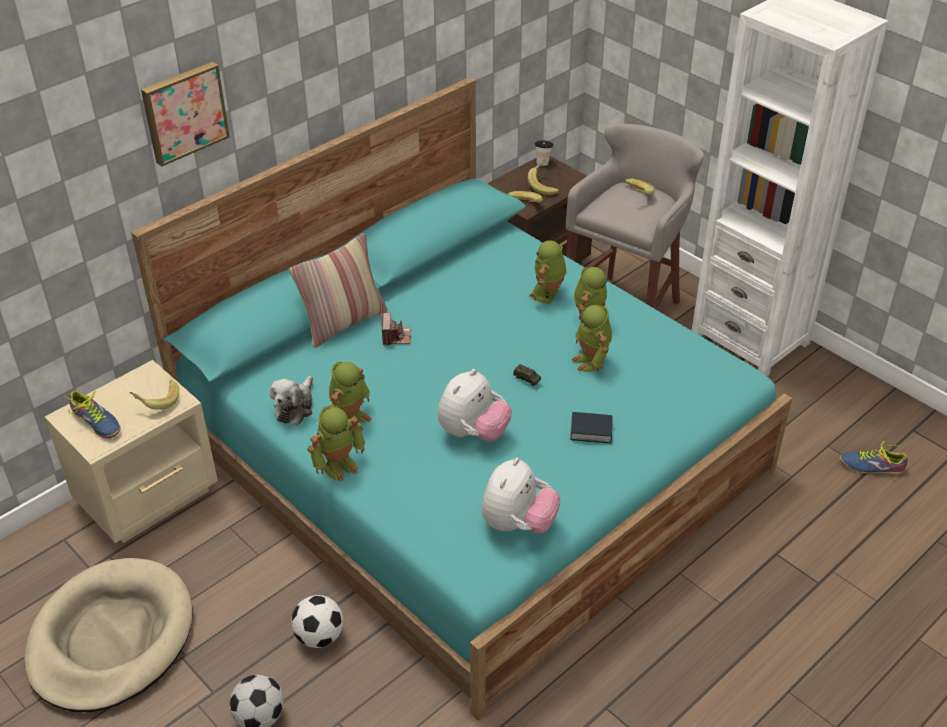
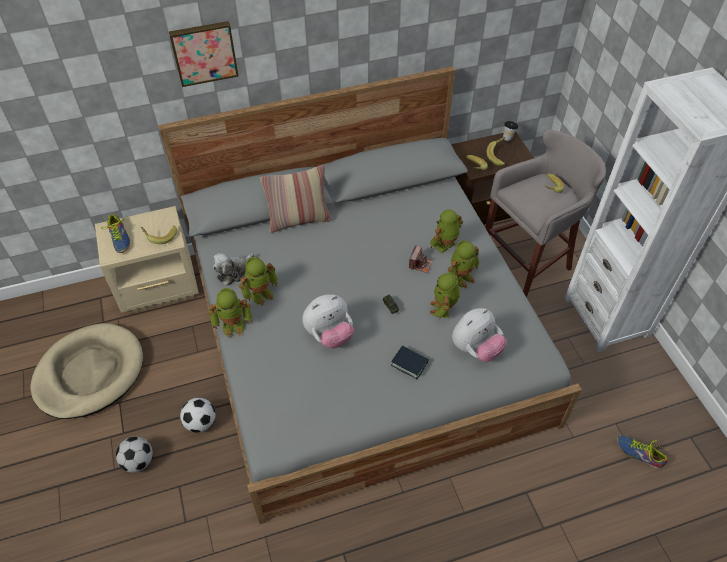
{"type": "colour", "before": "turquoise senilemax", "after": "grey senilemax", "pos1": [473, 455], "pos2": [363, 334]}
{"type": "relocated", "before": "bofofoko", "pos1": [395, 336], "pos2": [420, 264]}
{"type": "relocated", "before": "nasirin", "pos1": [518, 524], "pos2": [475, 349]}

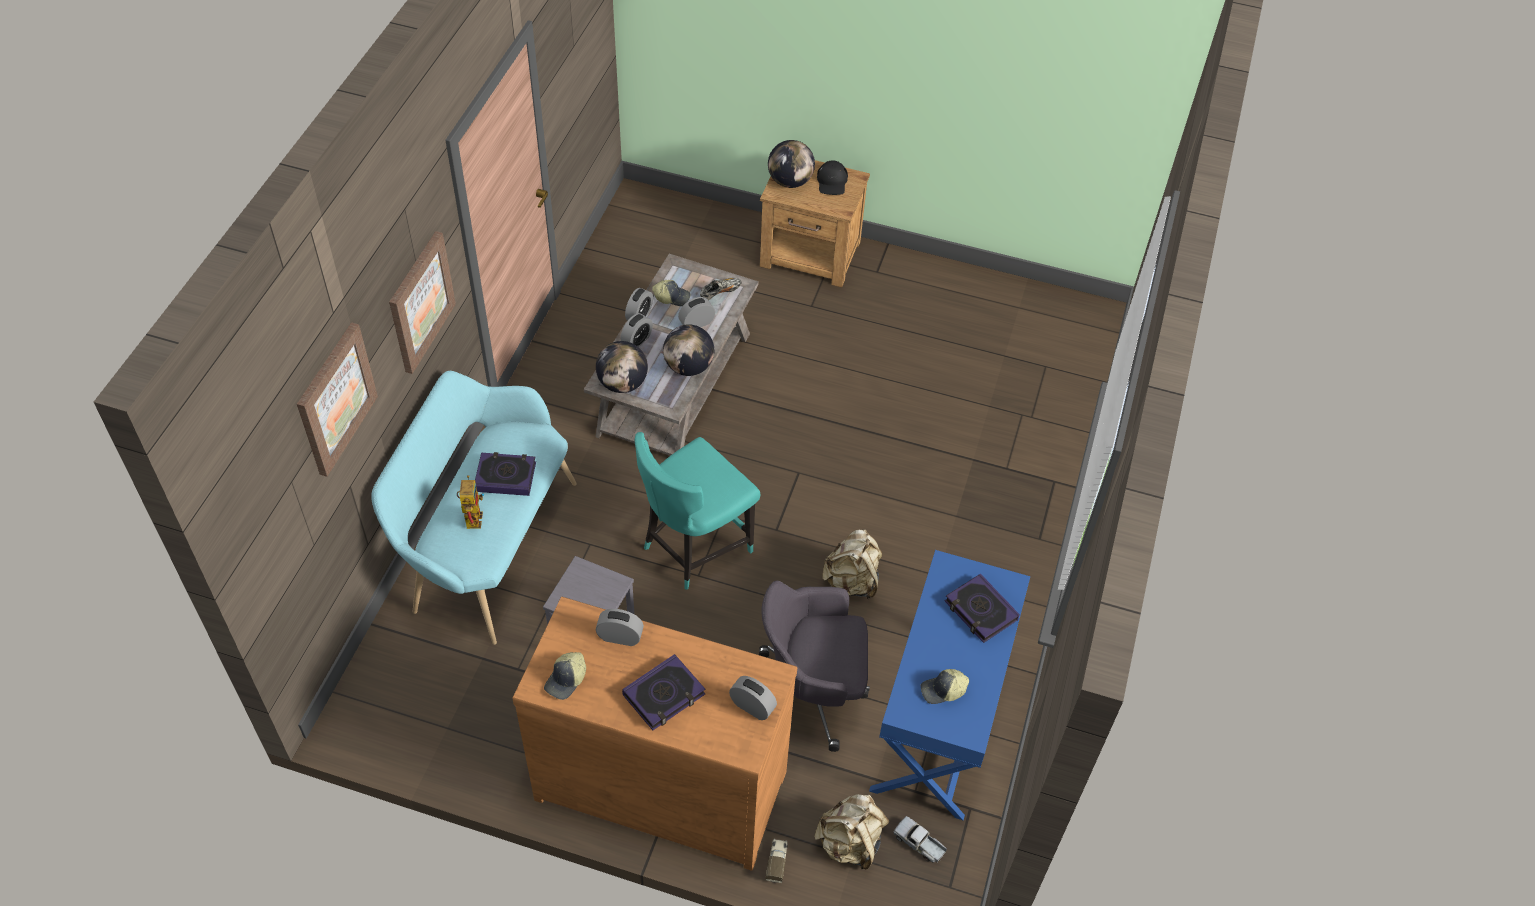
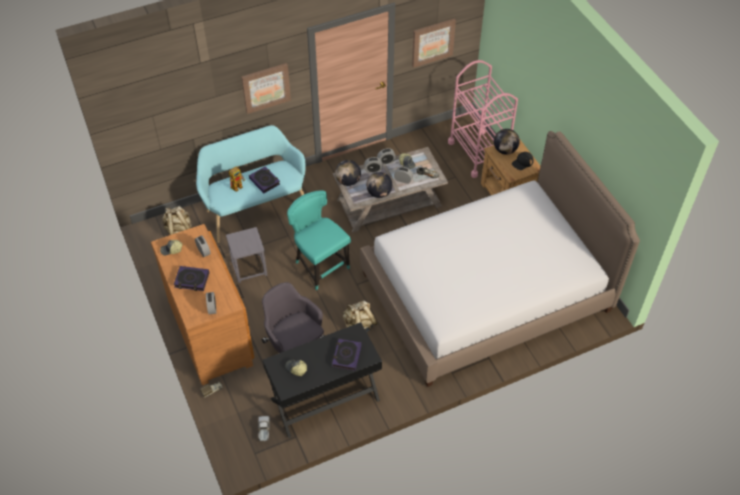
{"type": "relocated", "before": "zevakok", "pos1": [335, 399], "pos2": [432, 42]}
{"type": "spun", "before": "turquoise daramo", "pos1": [693, 547], "pos2": [320, 266], "turn": 45}
{"type": "colour", "before": "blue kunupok", "after": "black kunupok", "pos1": [941, 722], "pos2": [325, 400]}
{"type": "relocated", "before": "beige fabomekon", "pos1": [850, 843], "pos2": [179, 230]}
{"type": "appeared", "after": "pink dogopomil", "pos2": [478, 153]}
{"type": "appeared", "after": "senilemax", "pos2": [486, 292]}

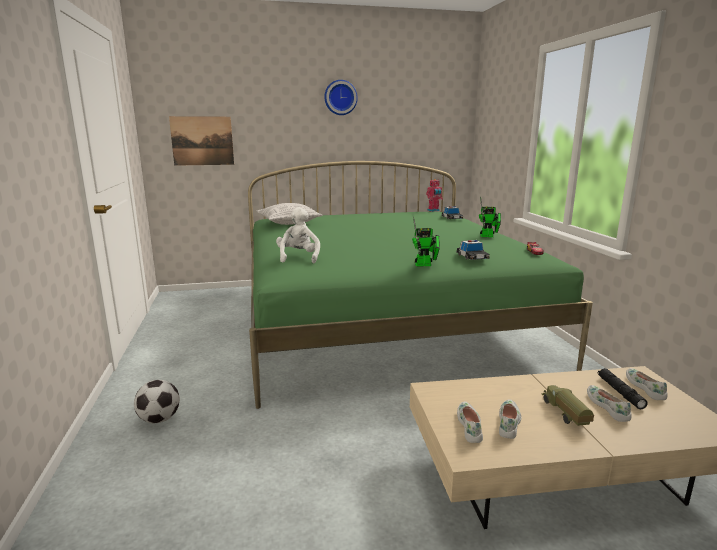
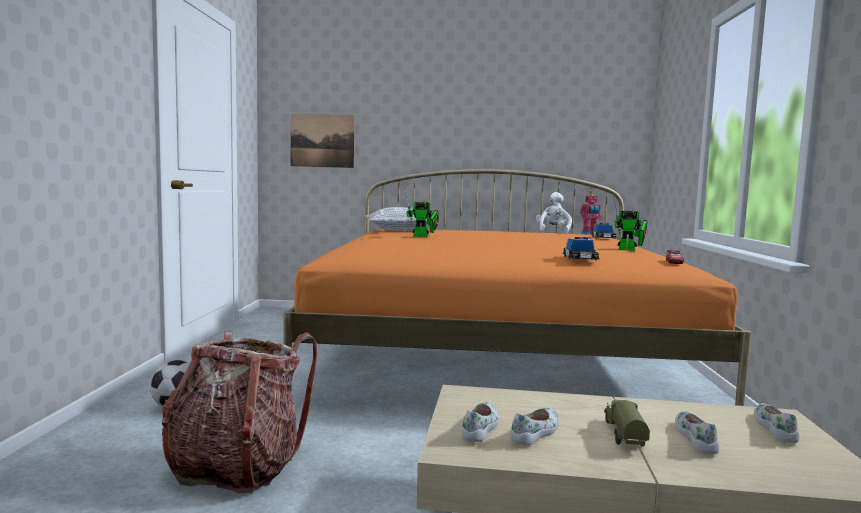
{"type": "missing", "before": "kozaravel", "pos1": [340, 97]}
{"type": "colour", "before": "green senilemax", "after": "orange senilemax", "pos1": [383, 320], "pos2": [495, 355]}
{"type": "relocated", "before": "white nasirin", "pos1": [298, 258], "pos2": [553, 231]}
{"type": "relocated", "before": "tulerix", "pos1": [425, 265], "pos2": [423, 236]}
{"type": "missing", "before": "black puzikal", "pos1": [620, 392]}
{"type": "appeared", "after": "fabomekon", "pos2": [237, 468]}

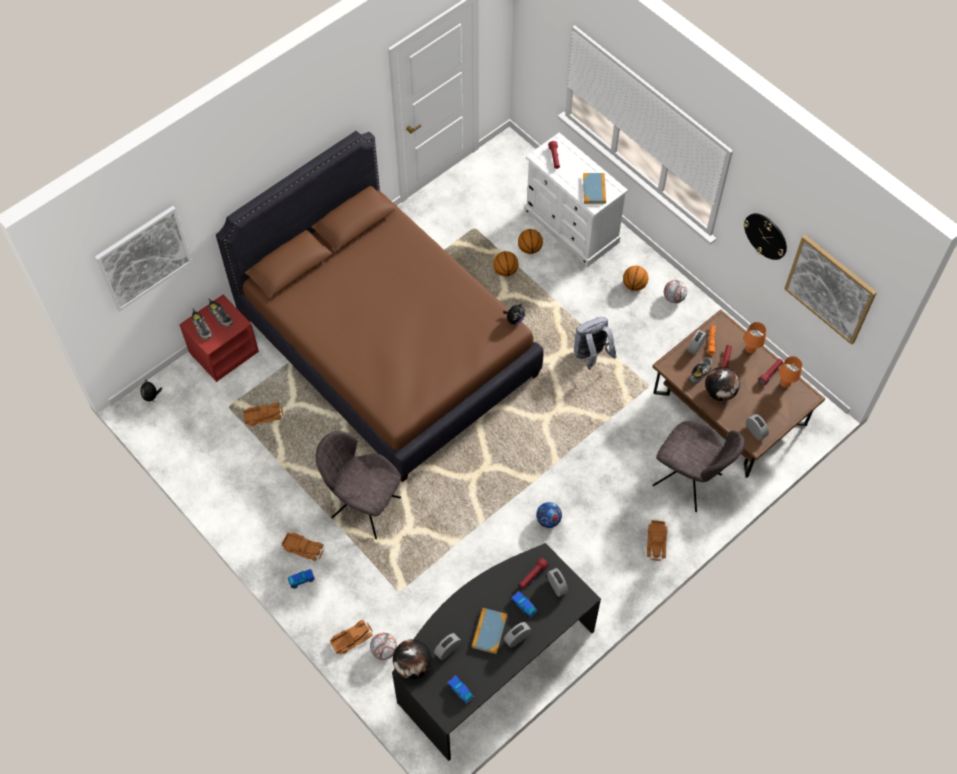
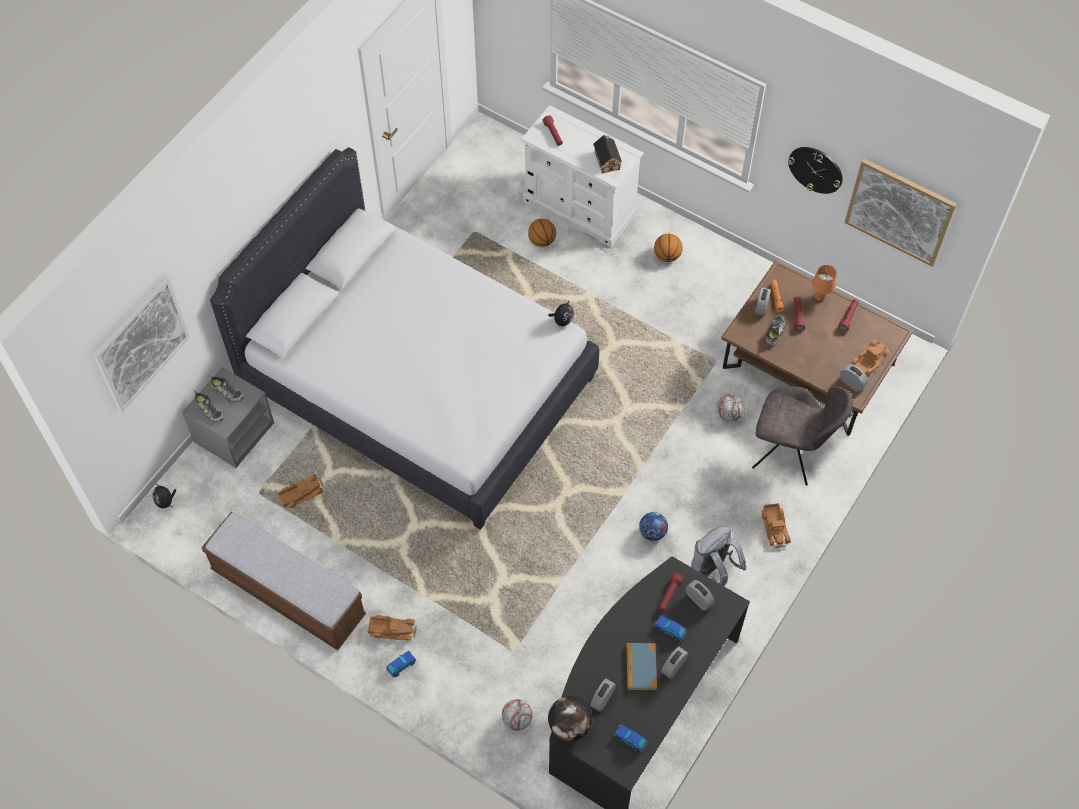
{"type": "colour", "before": "brown senilemax", "after": "white senilemax", "pos1": [388, 346], "pos2": [418, 383]}
{"type": "exchanged", "before": "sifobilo", "after": "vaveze", "pos1": [594, 189], "pos2": [607, 159]}
{"type": "missing", "before": "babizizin", "pos1": [505, 271]}
{"type": "relocated", "before": "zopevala", "pos1": [674, 297], "pos2": [729, 414]}
{"type": "colour", "before": "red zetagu", "after": "grey zetagu", "pos1": [224, 351], "pos2": [234, 432]}
{"type": "relocated", "before": "grey fabomekon", "pos1": [591, 355], "pos2": [713, 570]}
{"type": "missing", "before": "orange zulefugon", "pos1": [785, 383]}
{"type": "missing", "before": "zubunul", "pos1": [720, 392]}
{"type": "missing", "before": "grey daramo", "pos1": [363, 506]}
{"type": "relocated", "before": "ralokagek", "pos1": [351, 638], "pos2": [868, 360]}
{"type": "appeared", "after": "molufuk", "pos2": [288, 593]}

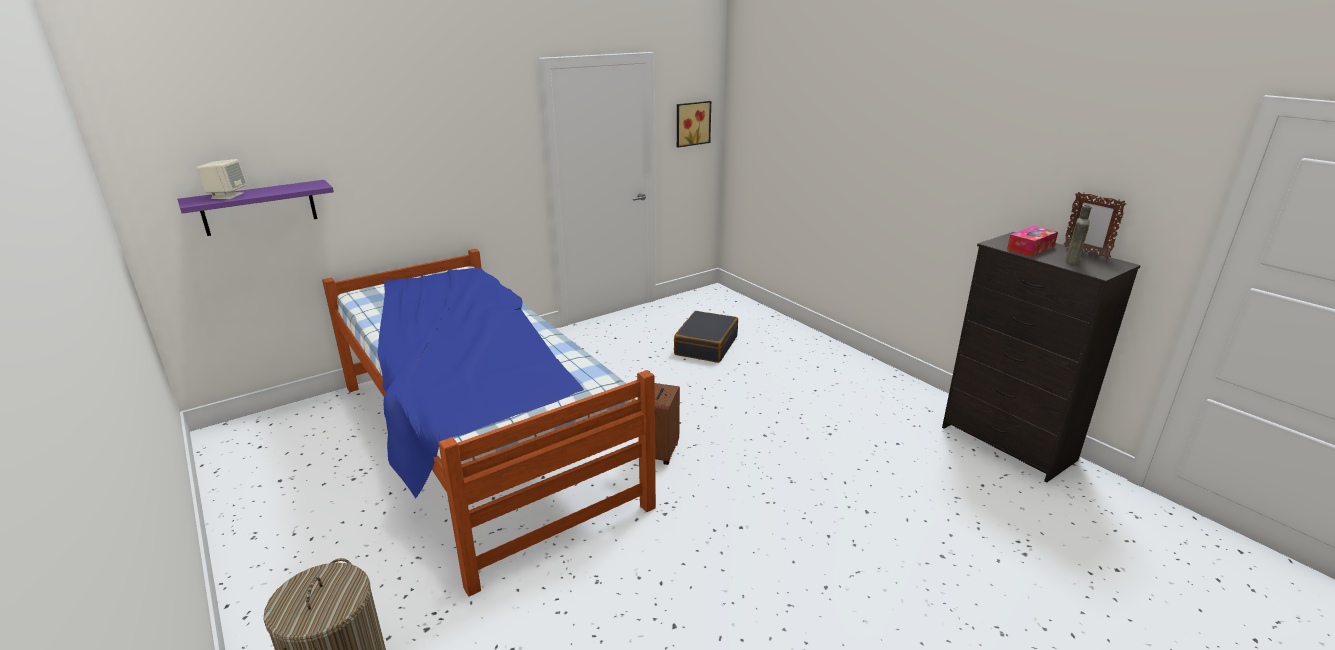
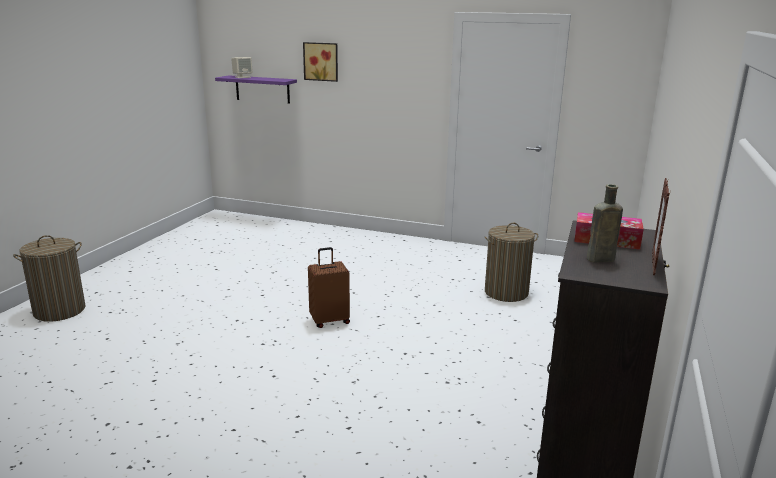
{"type": "relocated", "before": "zevakok", "pos1": [692, 123], "pos2": [321, 61]}
{"type": "missing", "before": "senilemax", "pos1": [479, 441]}
{"type": "exchanged", "before": "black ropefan", "after": "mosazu", "pos1": [705, 345], "pos2": [506, 292]}

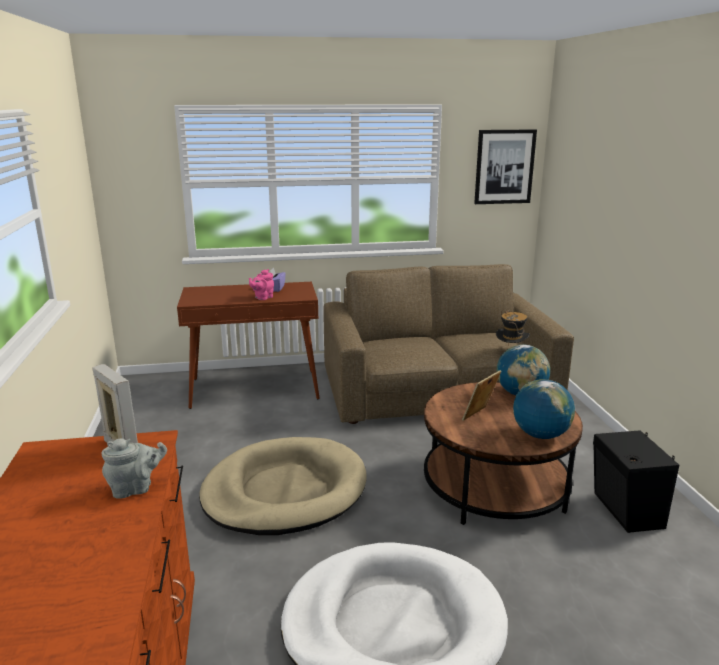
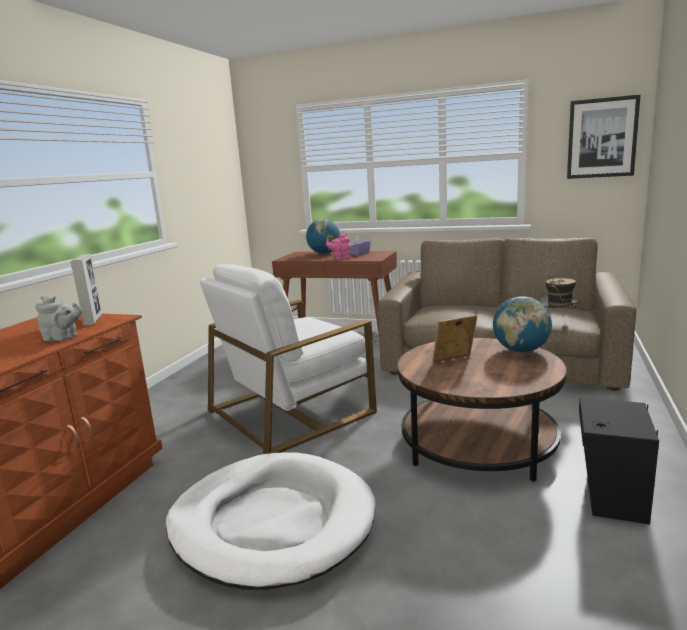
{"type": "relocated", "before": "zubunul", "pos1": [540, 435], "pos2": [324, 253]}
{"type": "exchanged", "before": "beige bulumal", "after": "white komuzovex", "pos1": [285, 491], "pos2": [291, 410]}

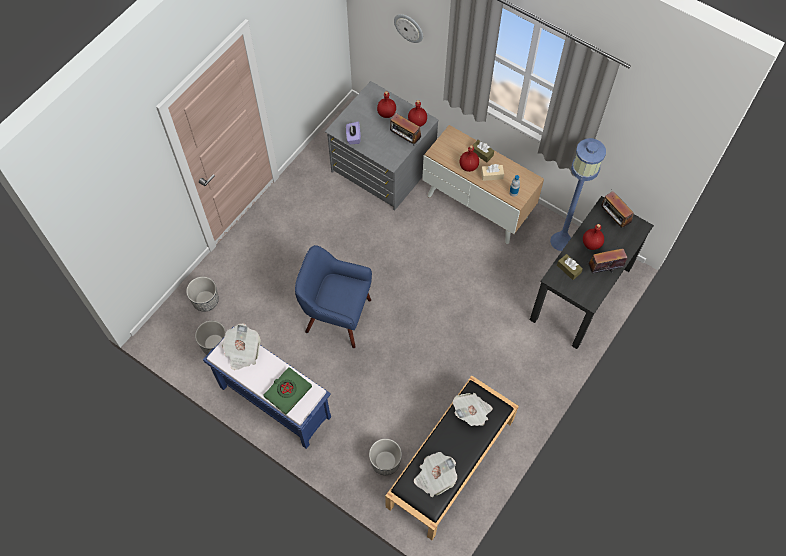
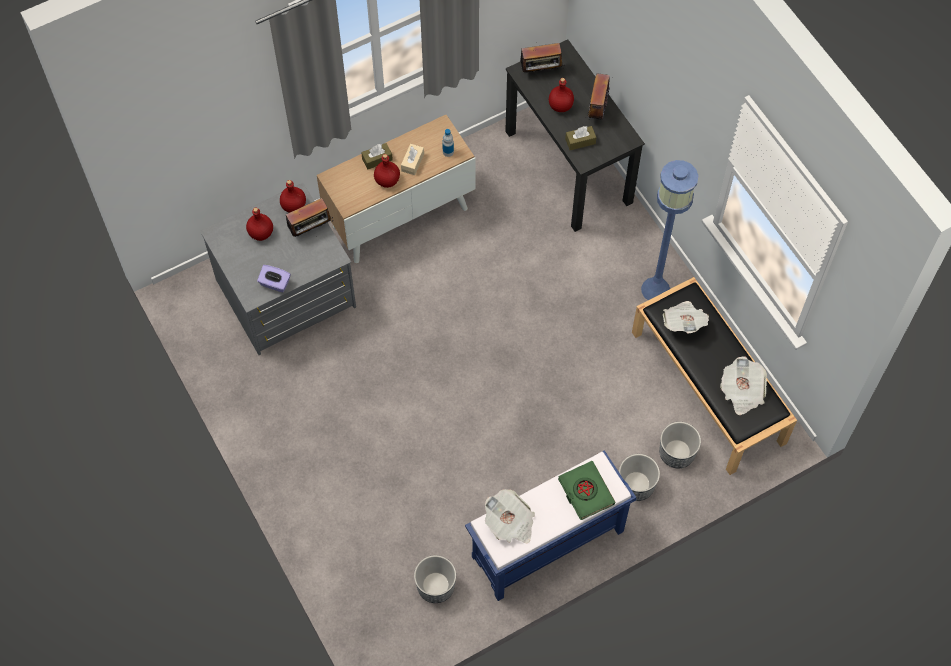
{"type": "missing", "before": "kozaravel", "pos1": [409, 27]}
{"type": "relocated", "before": "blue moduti", "pos1": [561, 241], "pos2": [655, 289]}
{"type": "missing", "before": "blue komuzovex", "pos1": [337, 316]}
{"type": "relocated", "before": "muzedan", "pos1": [205, 300], "pos2": [636, 485]}

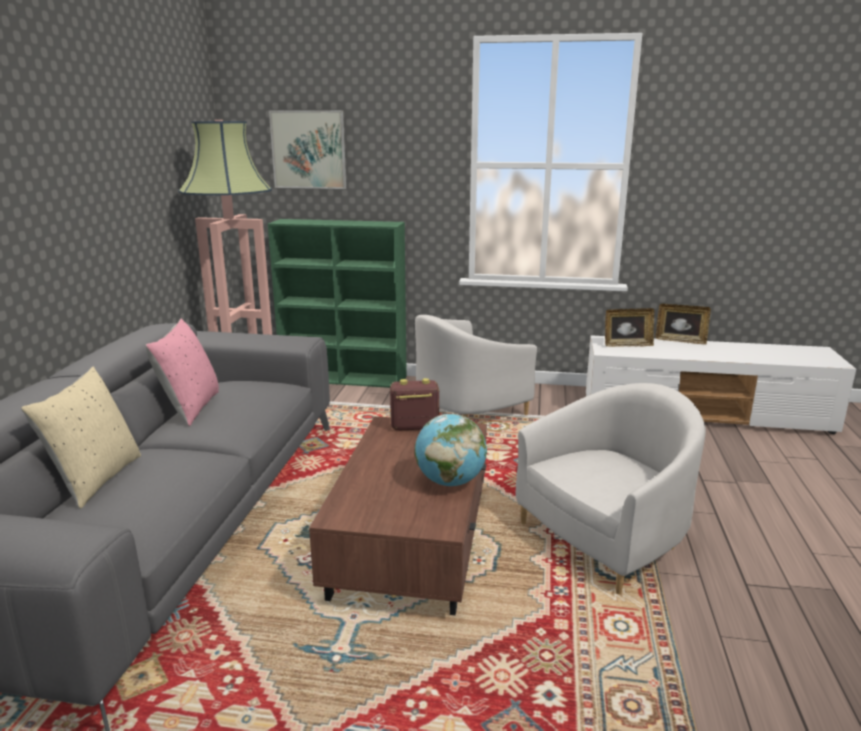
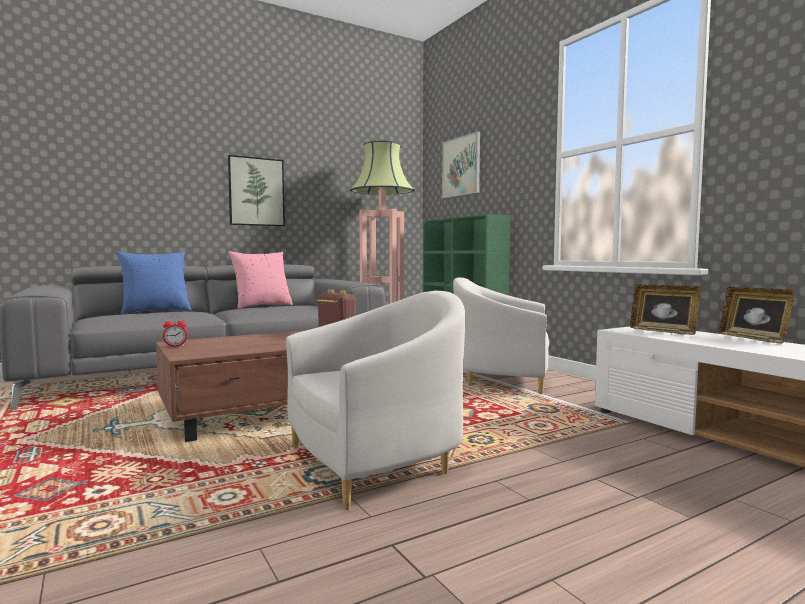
{"type": "colour", "before": "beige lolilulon", "after": "blue lolilulon", "pos1": [96, 479], "pos2": [155, 311]}
{"type": "spun", "before": "white komuzovex", "pos1": [606, 538], "pos2": [376, 462], "turn": -45}
{"type": "missing", "before": "zubunul", "pos1": [450, 482]}
{"type": "appeared", "after": "zevakok", "pos2": [256, 192]}
{"type": "appeared", "after": "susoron", "pos2": [175, 346]}

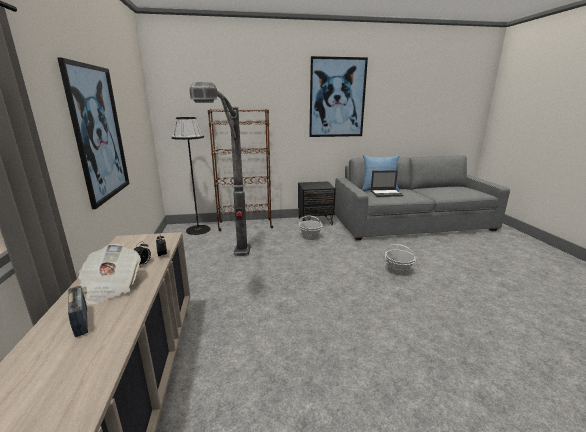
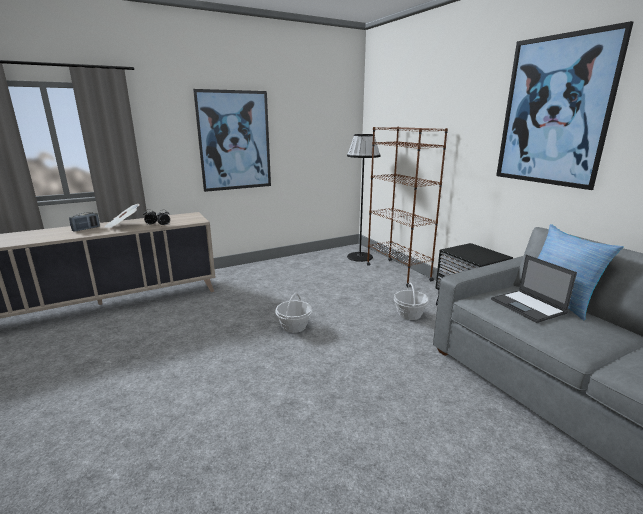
{"type": "missing", "before": "moduti", "pos1": [235, 279]}
{"type": "relocated", "before": "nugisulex", "pos1": [398, 270], "pos2": [294, 326]}

